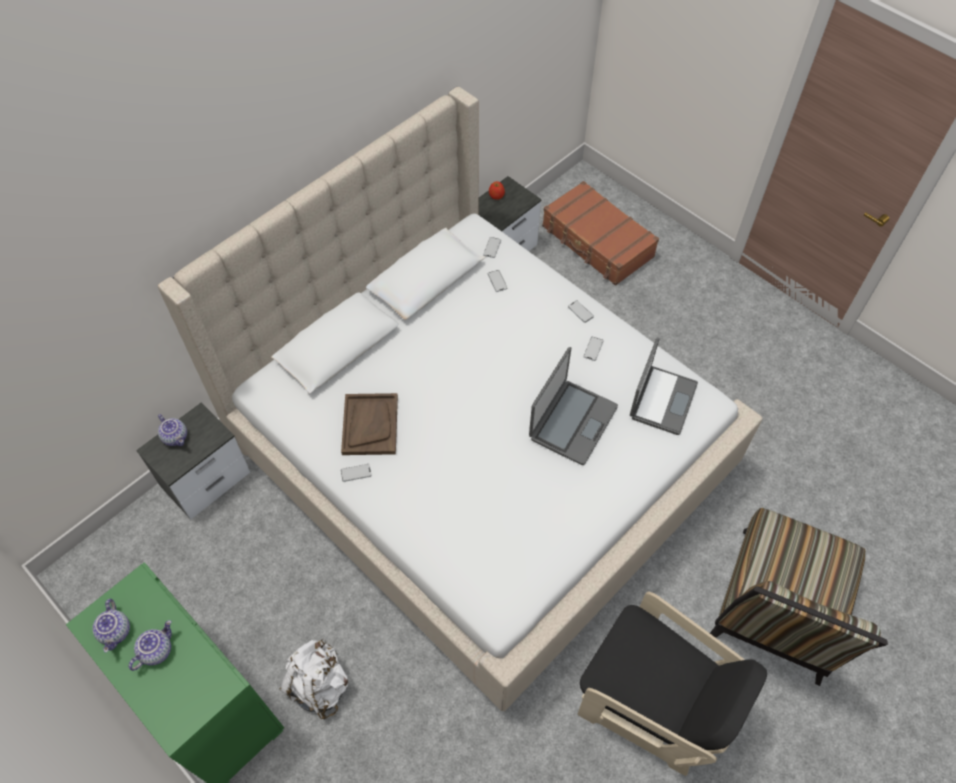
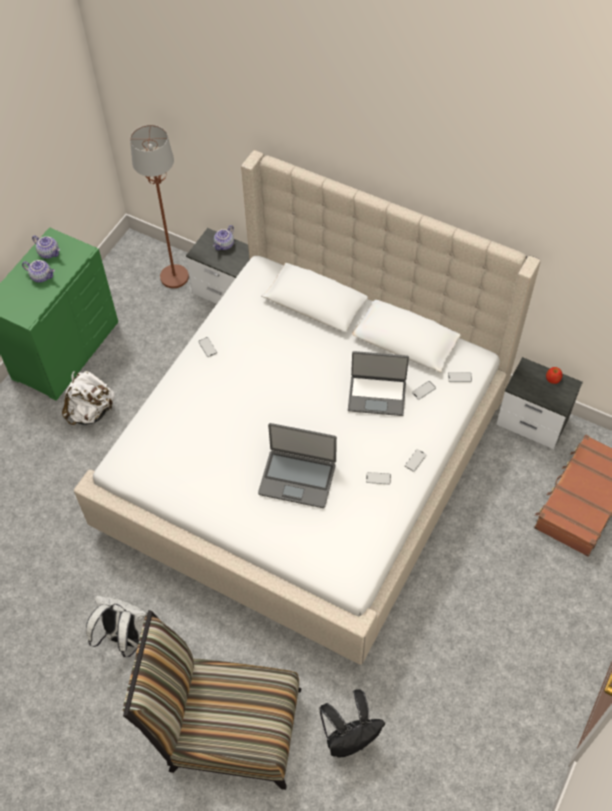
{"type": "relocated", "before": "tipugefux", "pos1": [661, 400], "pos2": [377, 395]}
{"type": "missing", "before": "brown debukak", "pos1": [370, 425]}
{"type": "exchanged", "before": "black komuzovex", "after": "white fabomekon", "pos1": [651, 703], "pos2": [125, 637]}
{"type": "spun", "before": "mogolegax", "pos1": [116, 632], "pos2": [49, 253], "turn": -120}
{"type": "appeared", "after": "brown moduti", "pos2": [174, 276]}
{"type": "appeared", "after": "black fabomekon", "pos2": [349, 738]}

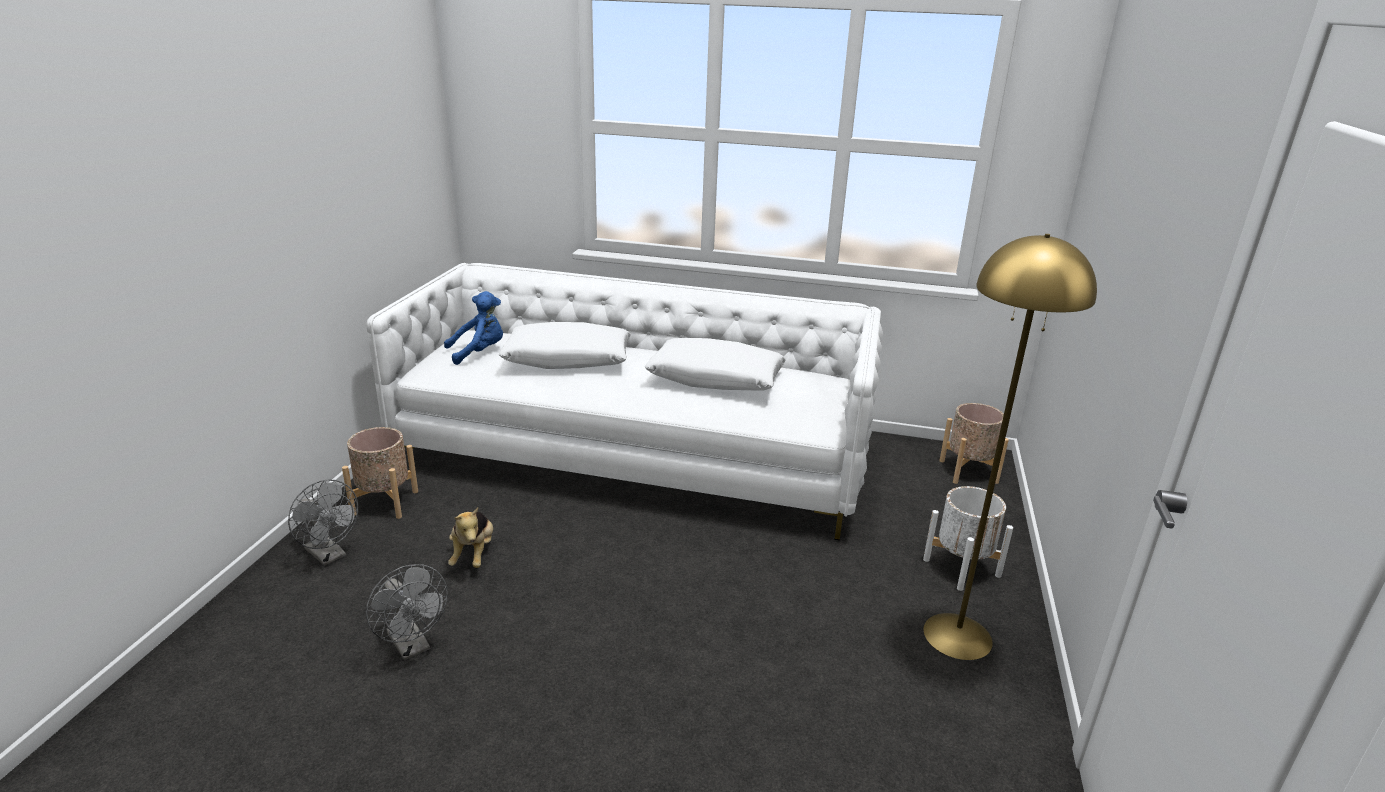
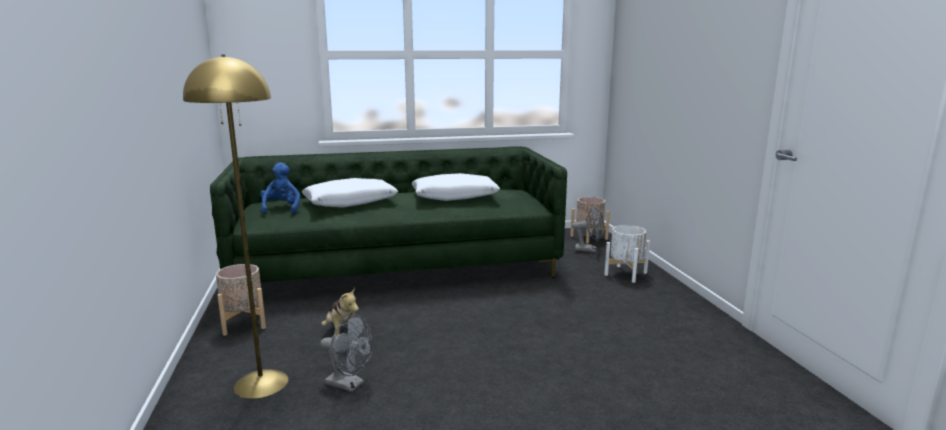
{"type": "relocated", "before": "yellow moduti", "pos1": [958, 635], "pos2": [261, 383]}
{"type": "colour", "before": "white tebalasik", "after": "green tebalasik", "pos1": [634, 457], "pos2": [398, 267]}
{"type": "spun", "before": "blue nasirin", "pos1": [479, 352], "pos2": [281, 209], "turn": -45}
{"type": "relocated", "before": "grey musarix", "pos1": [329, 555], "pos2": [589, 250]}

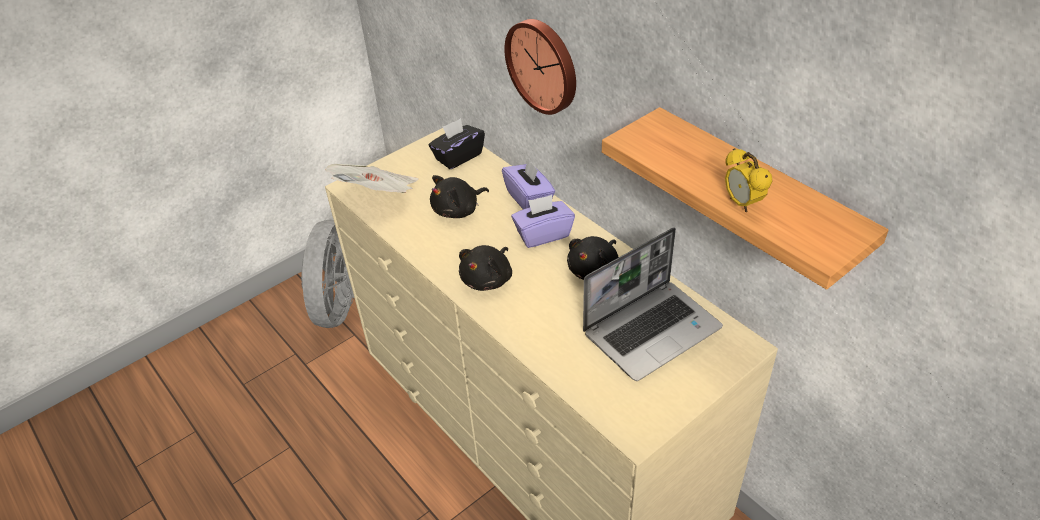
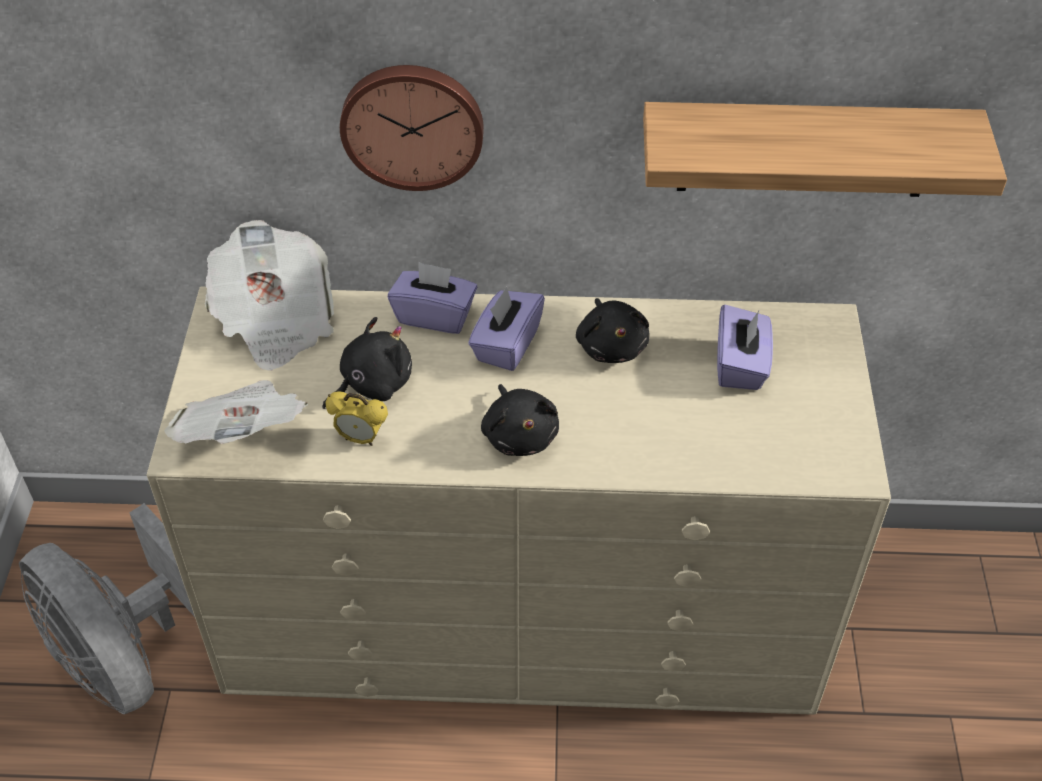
{"type": "exchanged", "before": "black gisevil", "after": "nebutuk", "pos1": [458, 156], "pos2": [275, 321]}
{"type": "relocated", "before": "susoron", "pos1": [742, 204], "pos2": [360, 438]}
{"type": "spun", "before": "black nasirin", "pos1": [458, 210], "pos2": [372, 384], "turn": -135}
{"type": "exchanged", "before": "tipugefux", "after": "purple gisevil", "pos1": [652, 329], "pos2": [740, 365]}

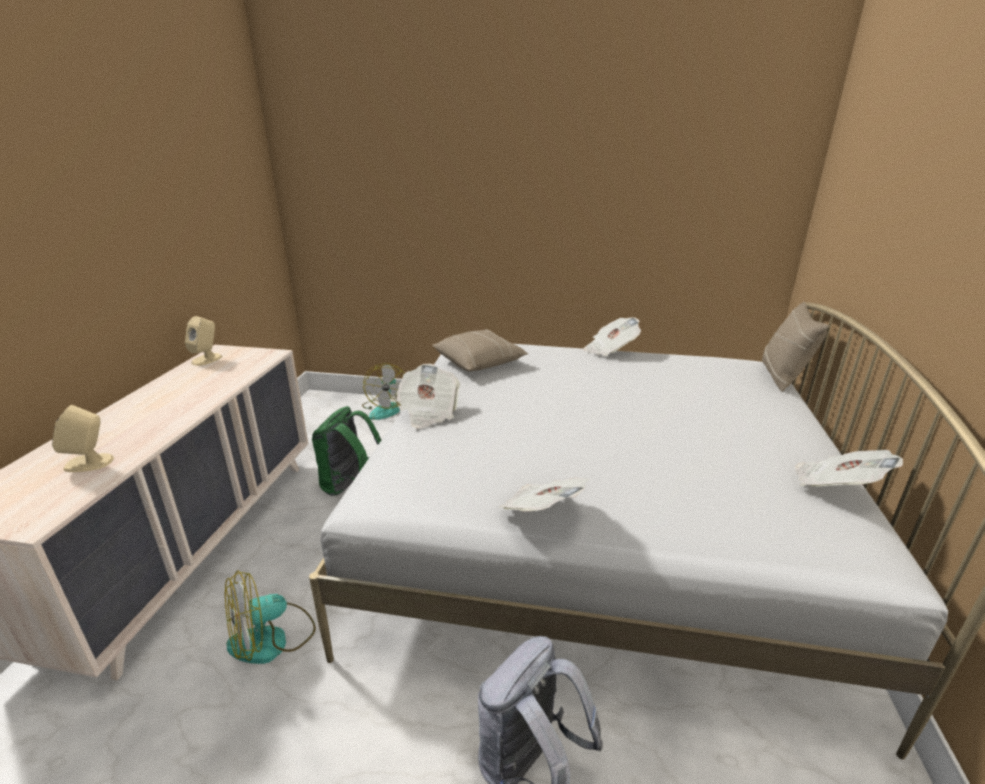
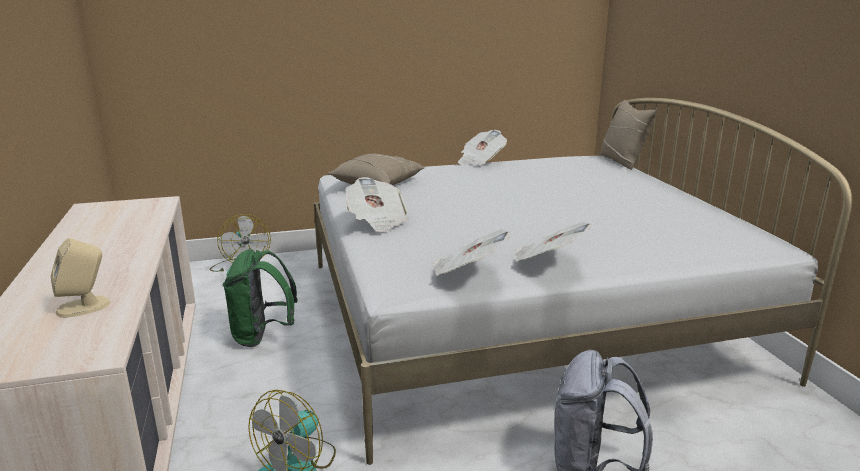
{"type": "missing", "before": "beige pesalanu", "pos1": [207, 359]}
{"type": "relocated", "before": "nebutuk", "pos1": [836, 486], "pos2": [467, 272]}

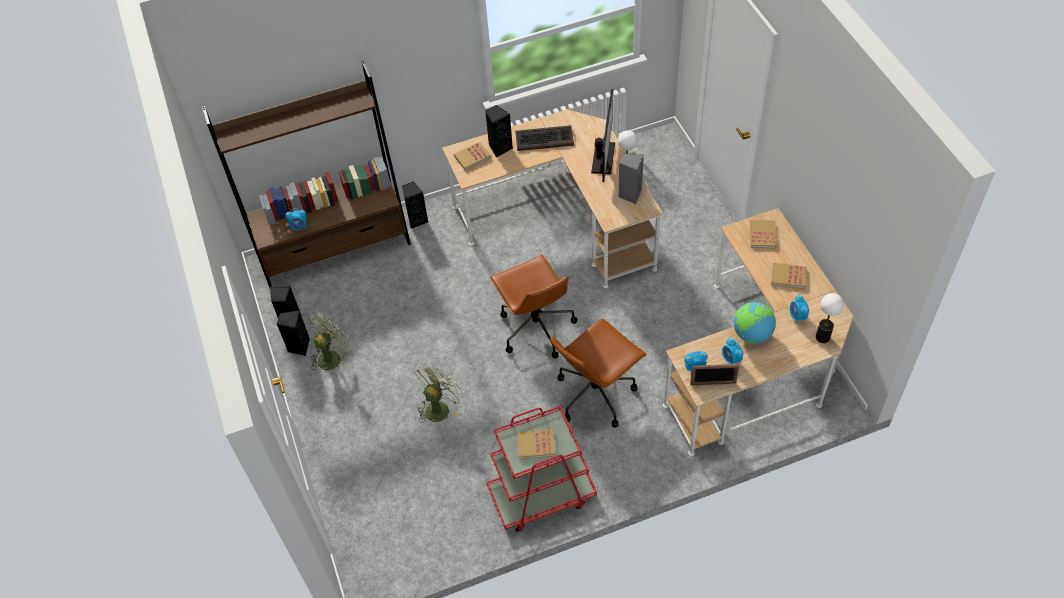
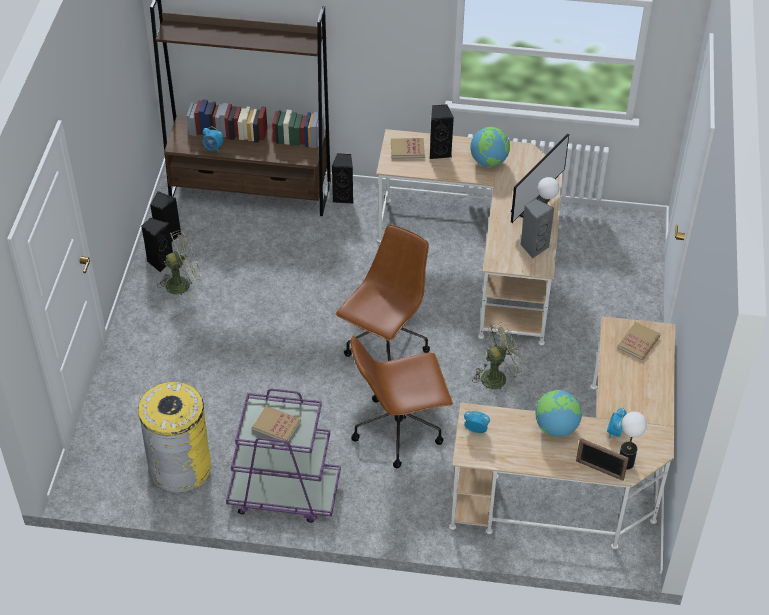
{"type": "exchanged", "before": "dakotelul", "after": "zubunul", "pos1": [545, 139], "pos2": [489, 161]}
{"type": "spun", "before": "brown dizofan", "pos1": [535, 328], "pos2": [385, 344], "turn": -150}
{"type": "missing", "before": "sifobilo", "pos1": [788, 277]}
{"type": "missing", "before": "susoron", "pos1": [731, 359]}
{"type": "relocated", "before": "green musarix", "pos1": [439, 407], "pos2": [498, 376]}
{"type": "relocated", "before": "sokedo", "pos1": [713, 383], "pos2": [599, 470]}
{"type": "colour", "before": "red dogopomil", "after": "purple dogopomil", "pos1": [541, 495], "pos2": [284, 493]}
{"type": "appeared", "after": "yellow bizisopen", "pos2": [180, 467]}

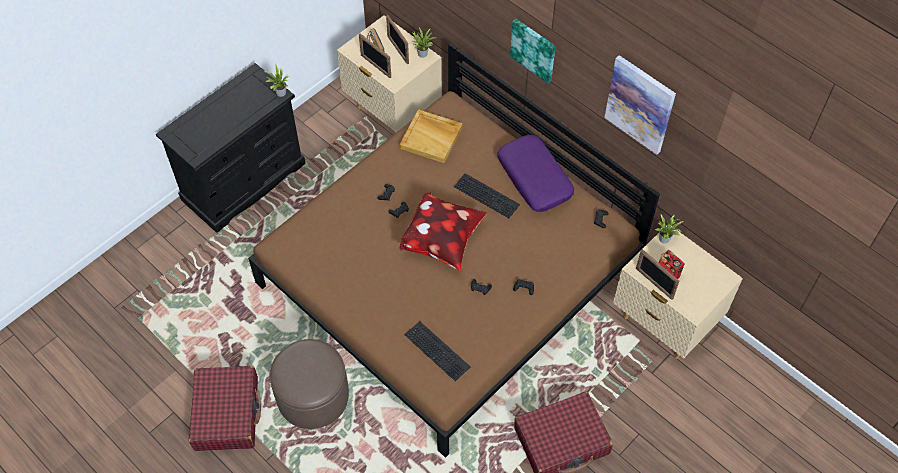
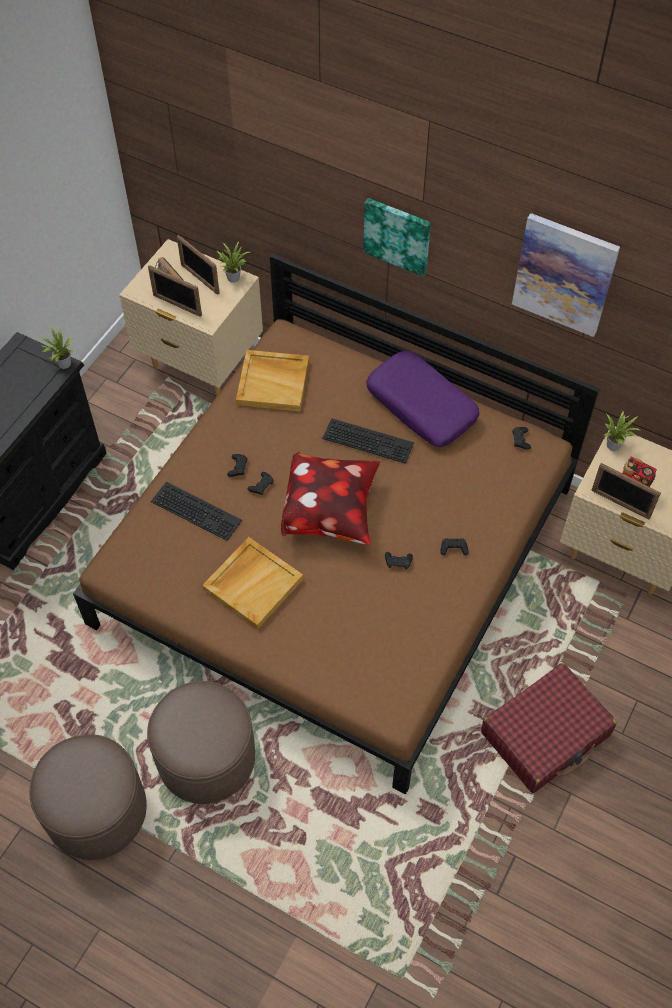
{"type": "relocated", "before": "dakotelul", "pos1": [438, 350], "pos2": [198, 510]}
{"type": "exchanged", "before": "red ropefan", "after": "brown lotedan", "pos1": [227, 413], "pos2": [96, 810]}
{"type": "appeared", "after": "beige debukak", "pos2": [253, 583]}

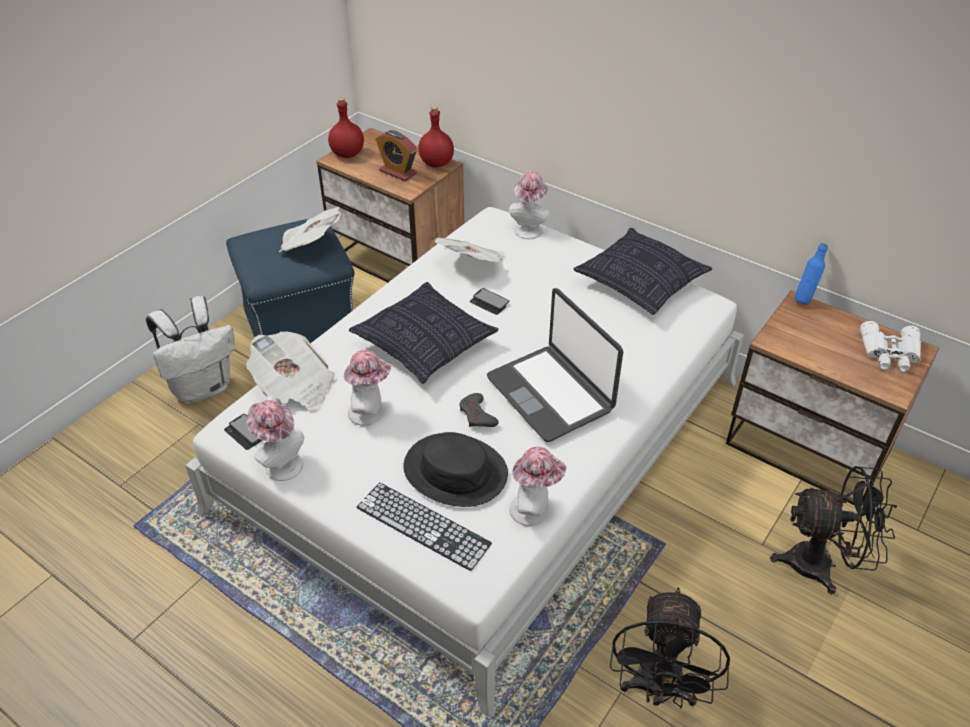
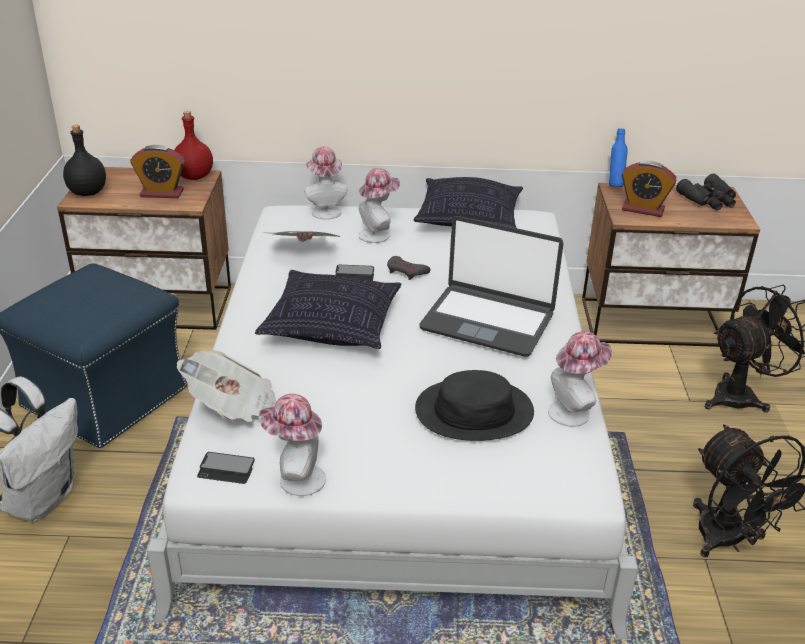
{"type": "colour", "before": "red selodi", "after": "black selodi", "pos1": [347, 154], "pos2": [87, 193]}
{"type": "missing", "before": "nebutuk", "pos1": [311, 244]}
{"type": "colour", "before": "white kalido", "after": "black kalido", "pos1": [890, 353], "pos2": [709, 199]}
{"type": "relocated", "before": "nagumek", "pos1": [370, 412], "pos2": [377, 234]}
{"type": "relocated", "before": "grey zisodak", "pos1": [477, 415], "pos2": [406, 271]}
{"type": "missing", "before": "dakotelul", "pos1": [423, 525]}
{"type": "appeared", "after": "susoron", "pos2": [643, 209]}

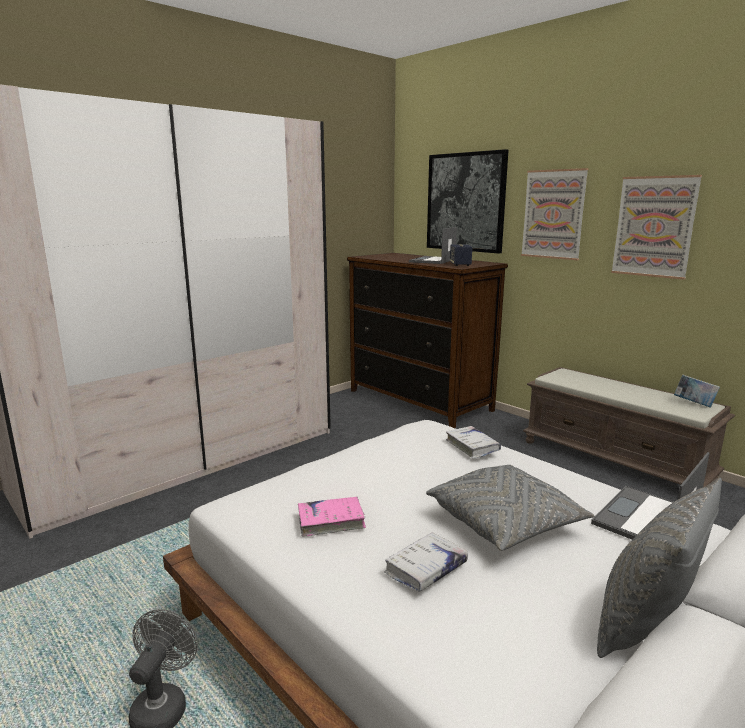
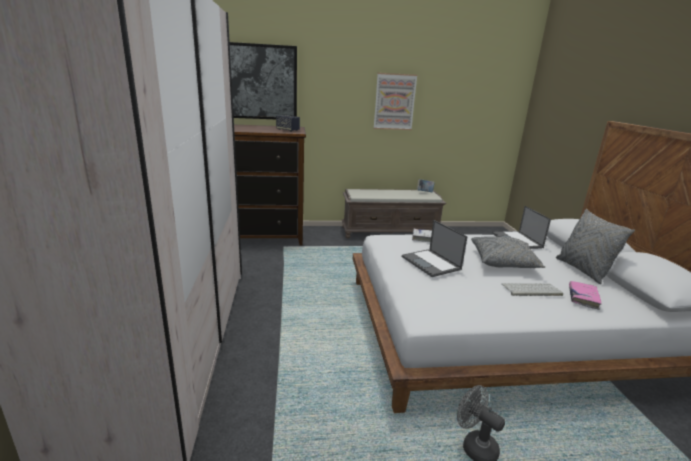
{"type": "missing", "before": "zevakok", "pos1": [553, 214]}
{"type": "relocated", "before": "tipugefux", "pos1": [432, 261], "pos2": [431, 263]}
{"type": "relocated", "before": "pink sifobilo", "pos1": [331, 521], "pos2": [583, 298]}
{"type": "exchanged", "before": "white sifobilo", "after": "dakotelul", "pos1": [426, 569], "pos2": [531, 290]}

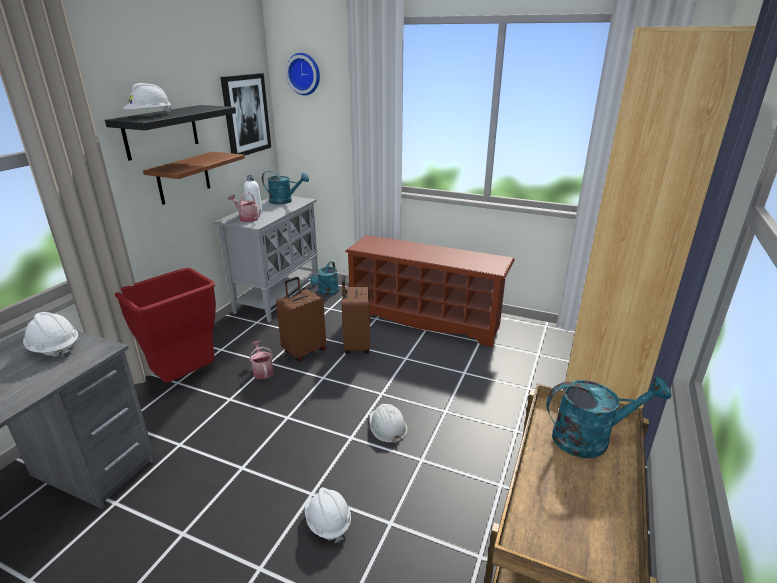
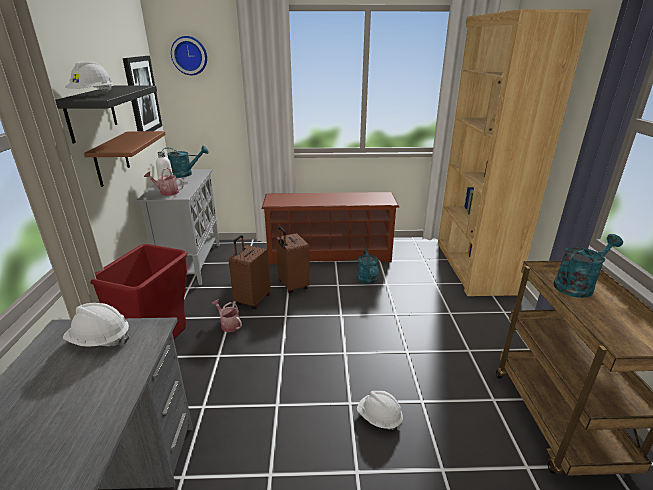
{"type": "relocated", "before": "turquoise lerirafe", "pos1": [327, 292], "pos2": [368, 280]}
{"type": "missing", "before": "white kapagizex", "pos1": [387, 426]}

